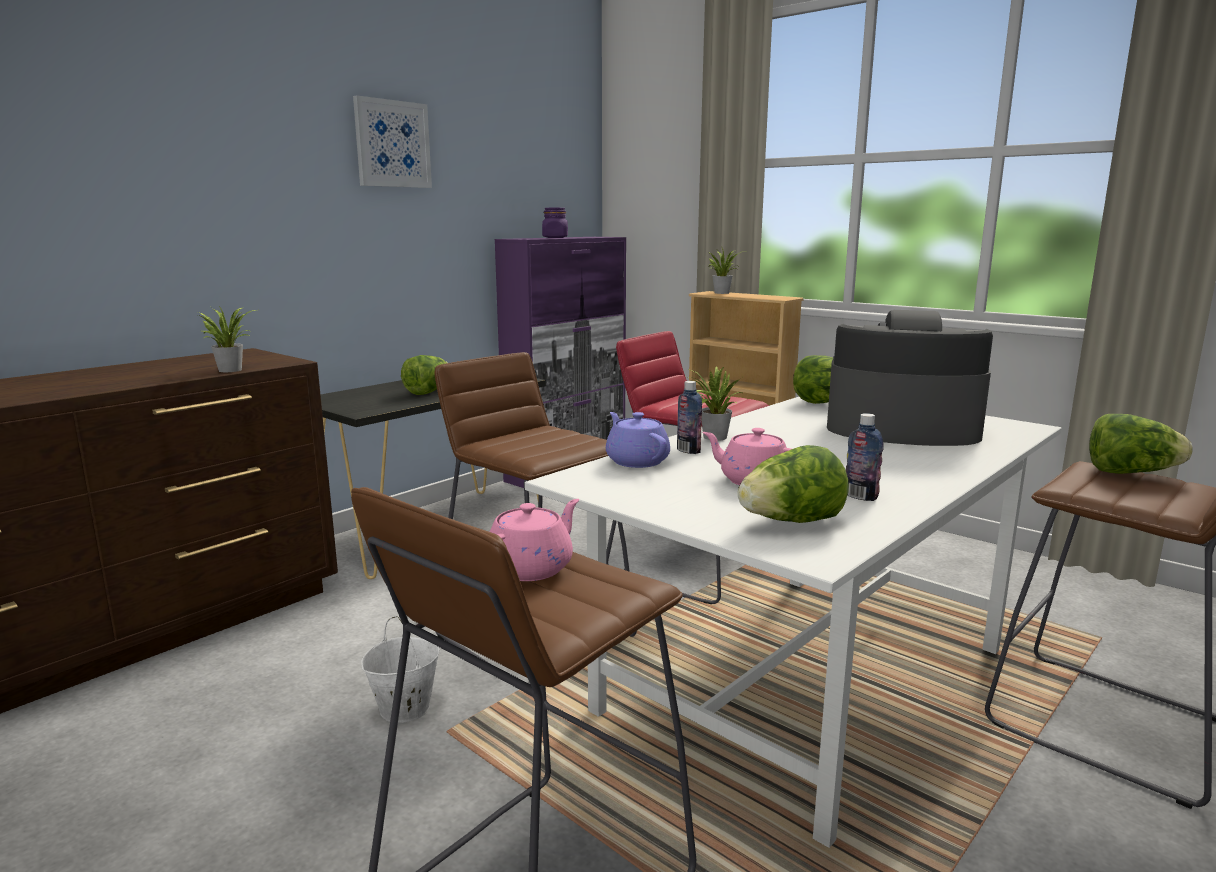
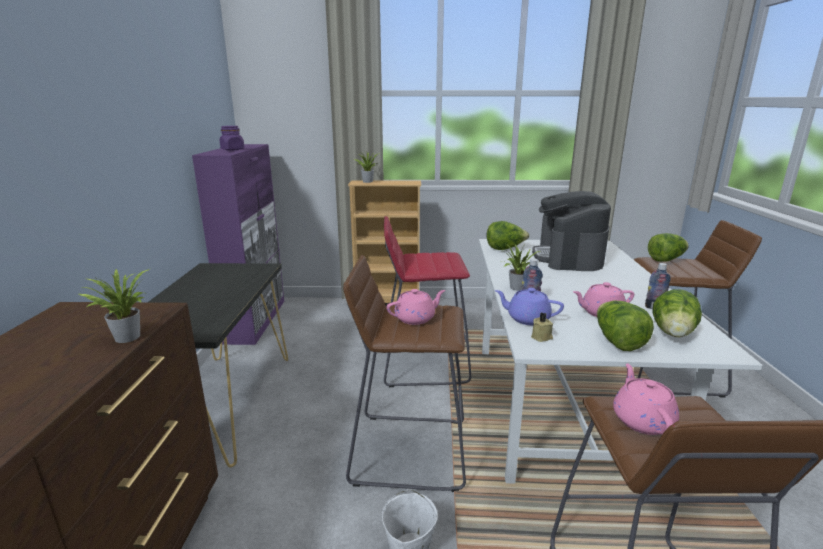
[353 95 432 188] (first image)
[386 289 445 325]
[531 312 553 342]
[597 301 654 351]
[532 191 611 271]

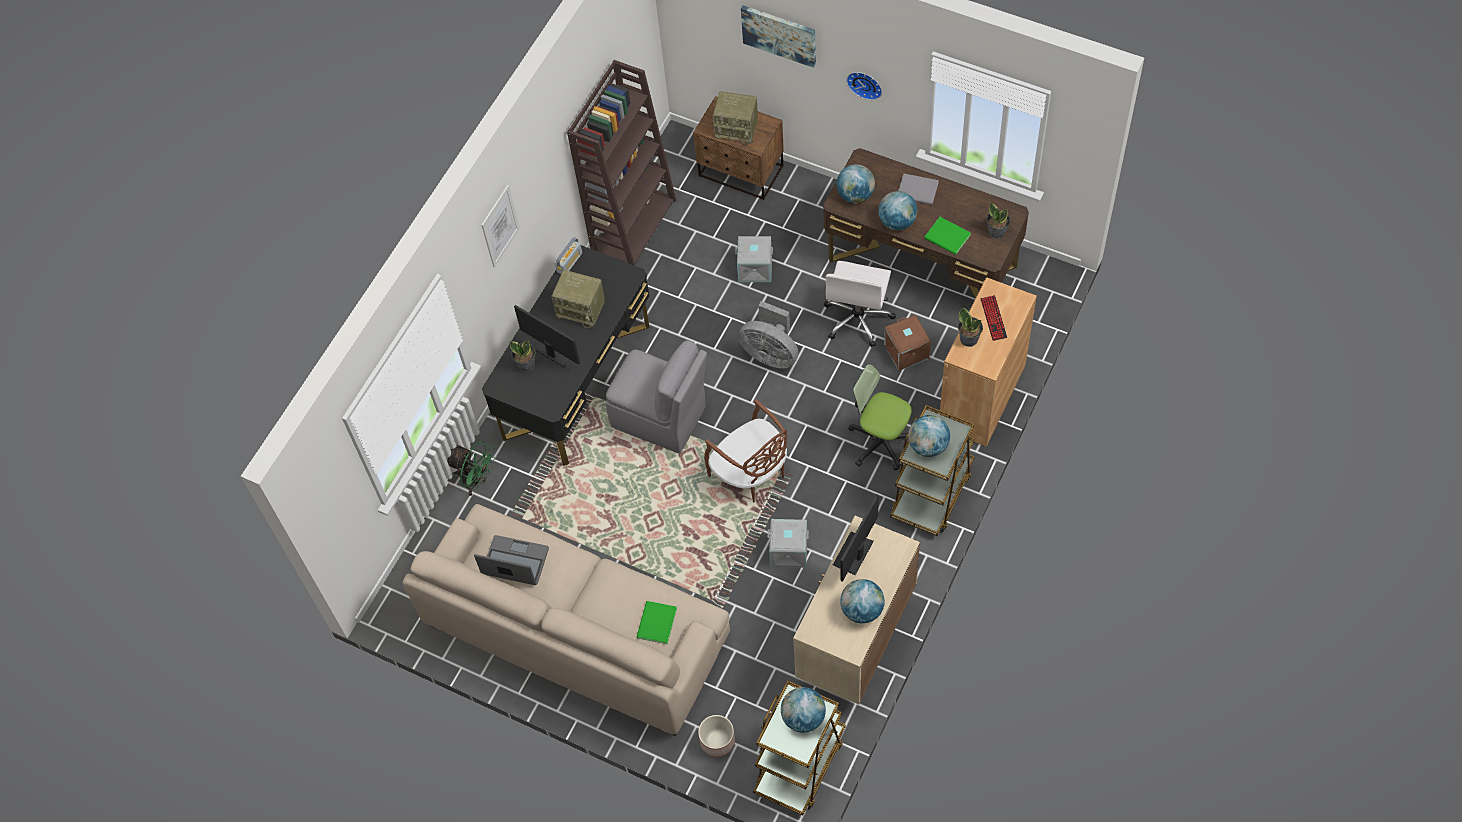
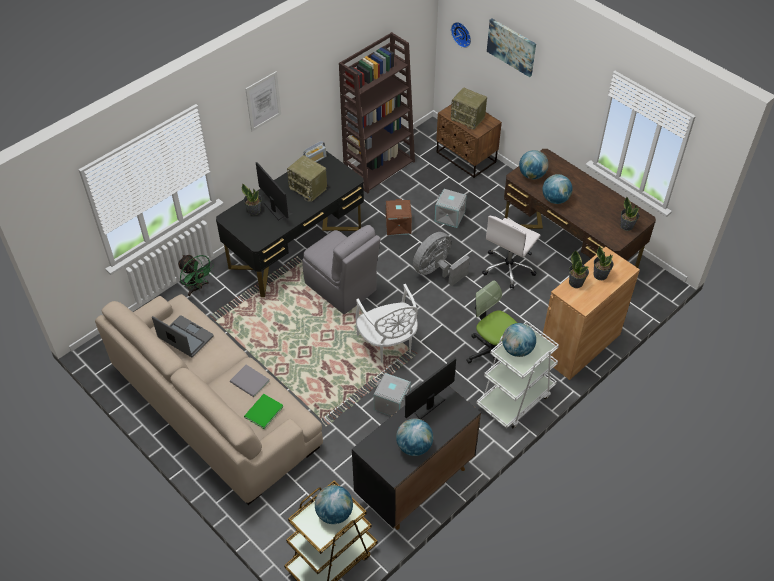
[698 715 735 757] (first image)
[924 217 971 255] (first image)
[451 22 471 48]
[386 199 412 235]
[230 365 269 397]
[594 246 614 280]
[355 284 418 363]
[352 386 481 530]
[476 321 559 429]
[413 232 470 286]

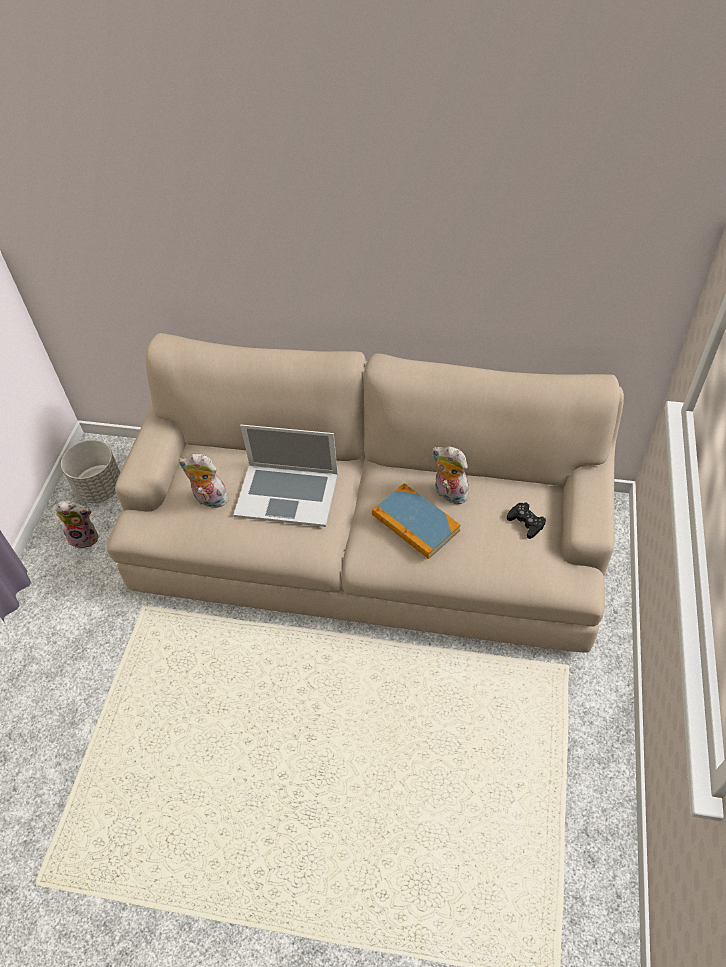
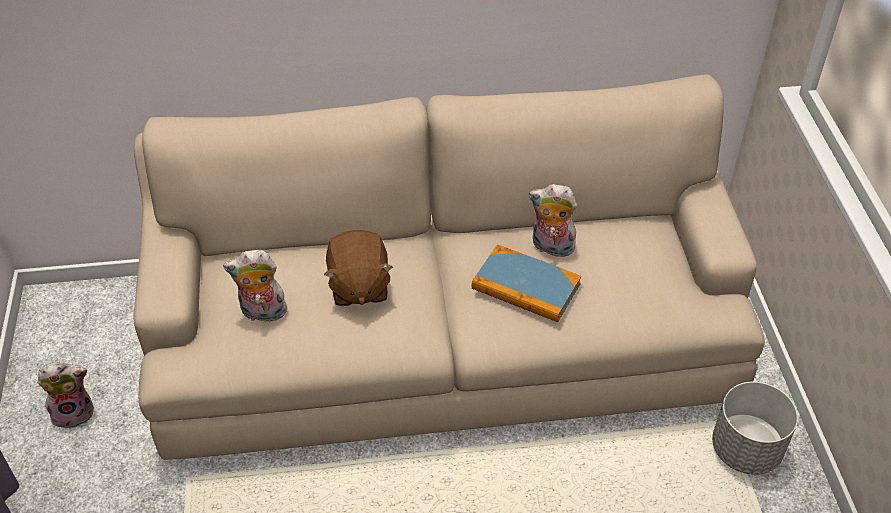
[507 502 546 539] (first image)
[712 382 798 475]
[324 230 393 306]

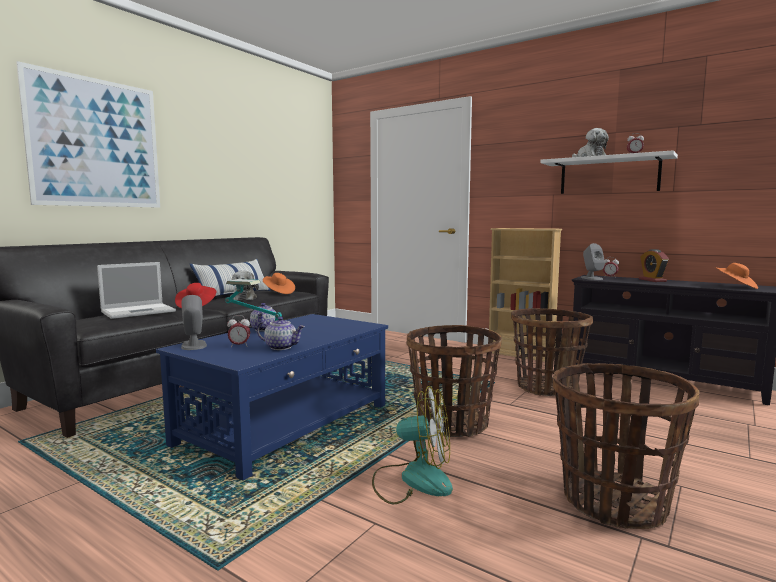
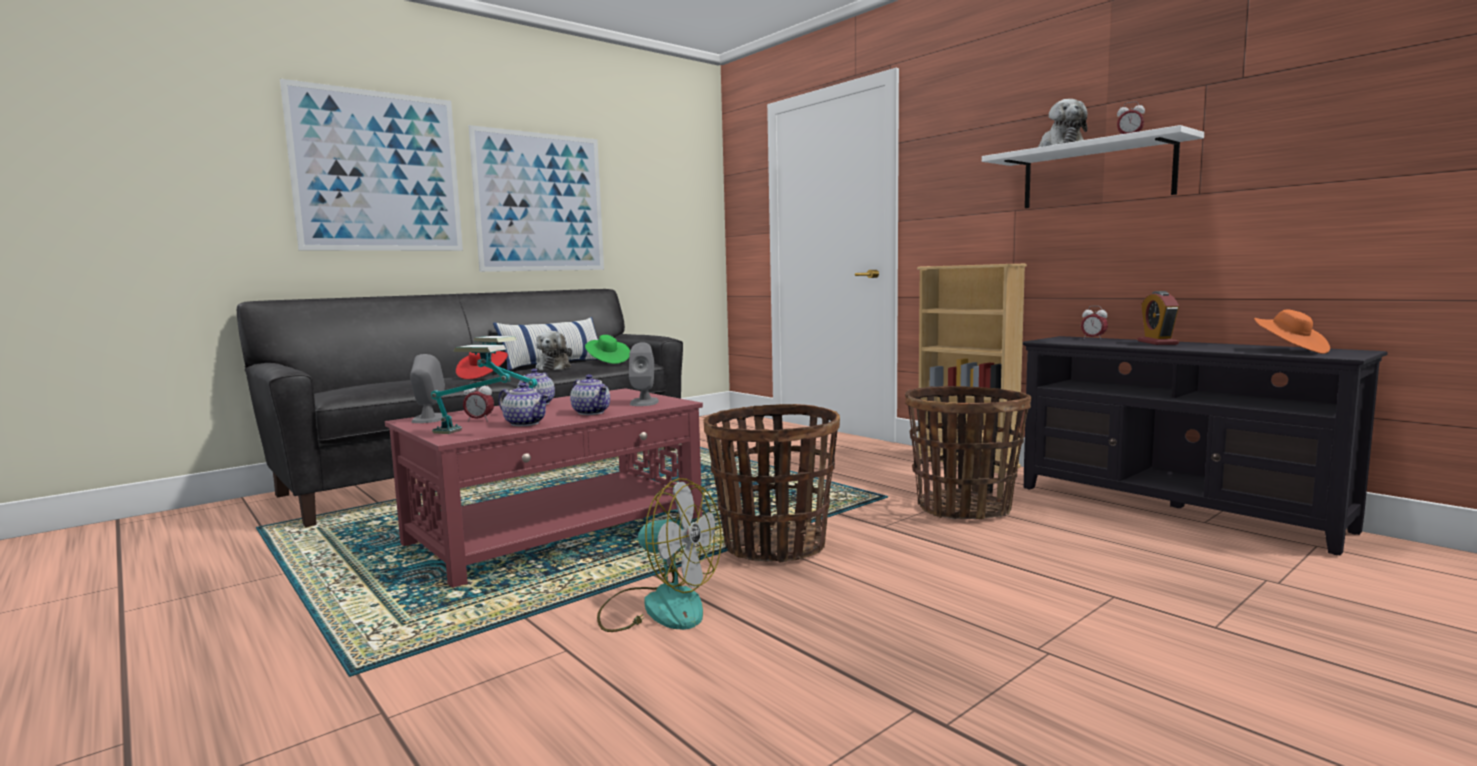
[97 262 176 319] (first image)
[553 363 699 529] (first image)
[431 345 511 434]
[469 125 604 272]
[570 374 610 415]
[629 342 659 406]
[385 388 703 588]
[585 335 630 364]

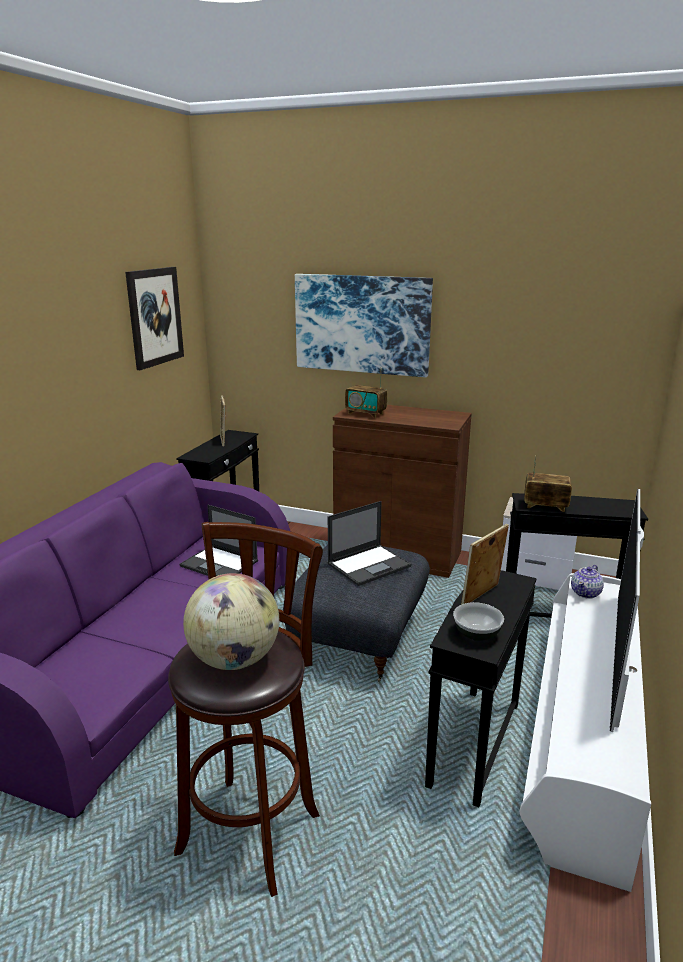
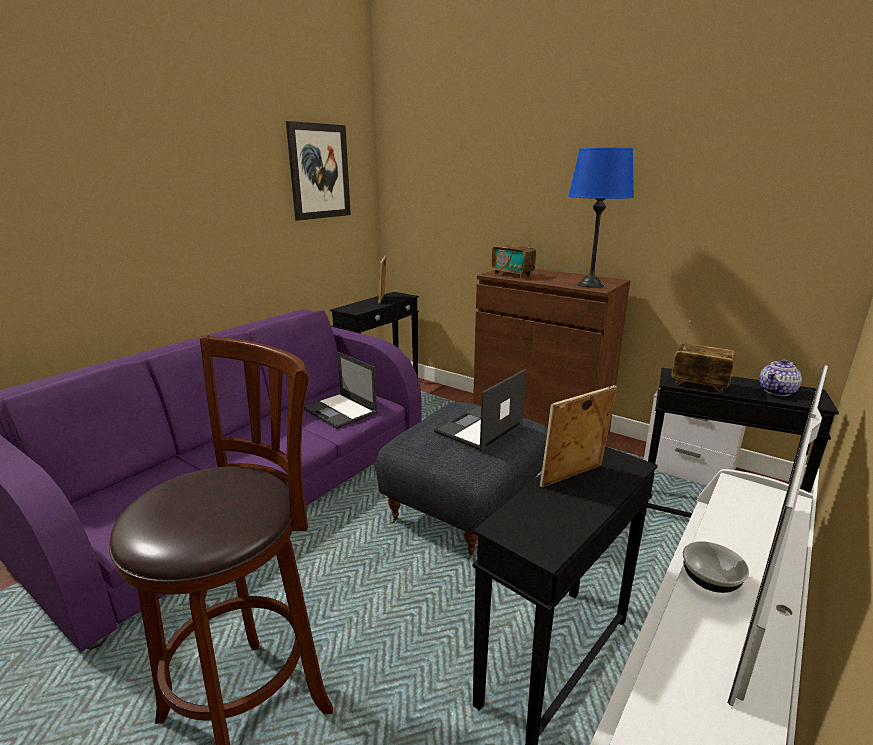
[183 573 279 670] (first image)
[295 274 433 377] (first image)
[568 148 634 288]
[683 541 749 593]
[759 359 802 396]
[434 369 526 451]

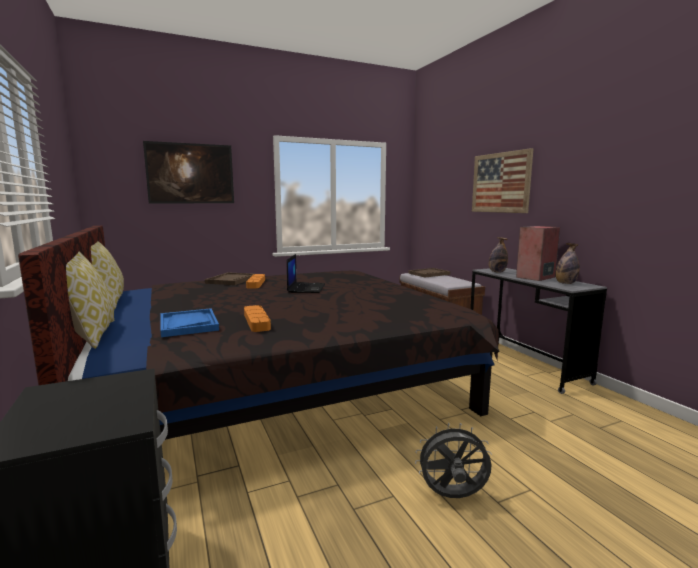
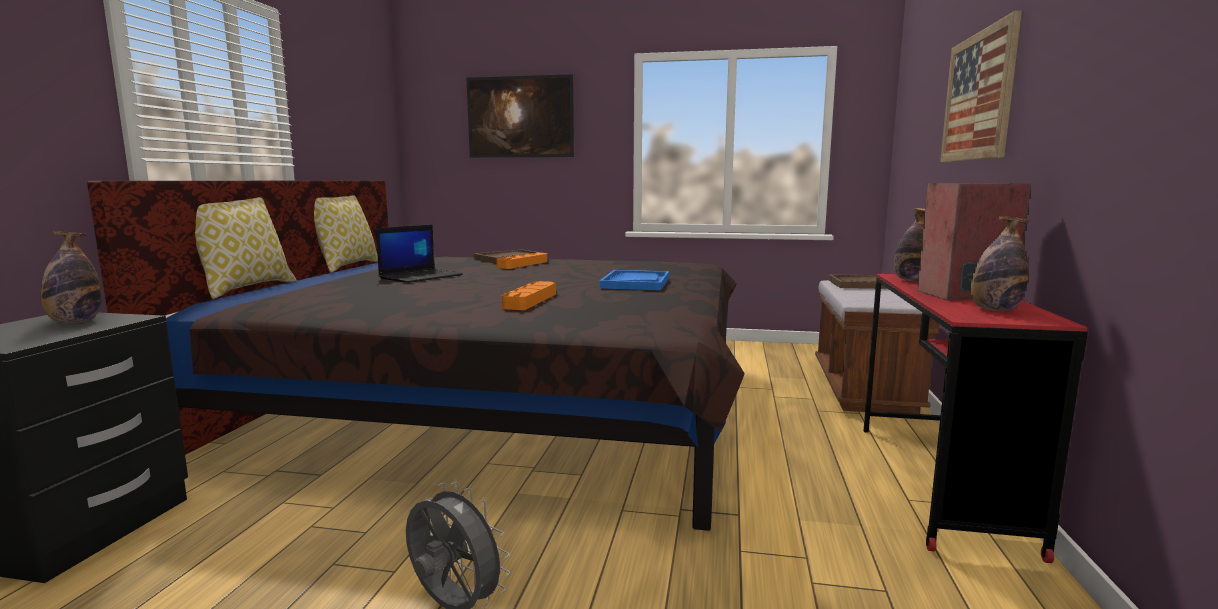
[41 231 102 323]
[599 270 669 290]
[502 281 556 310]
[376 225 463 283]
[864 274 1088 563]

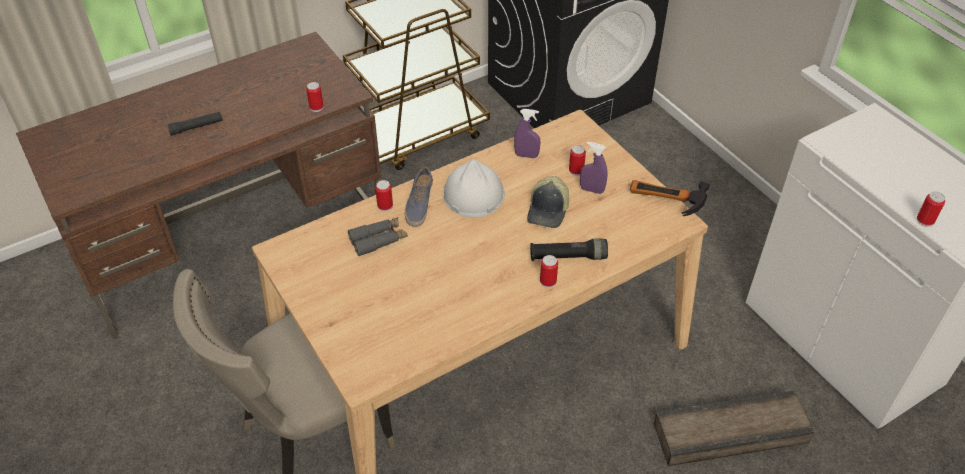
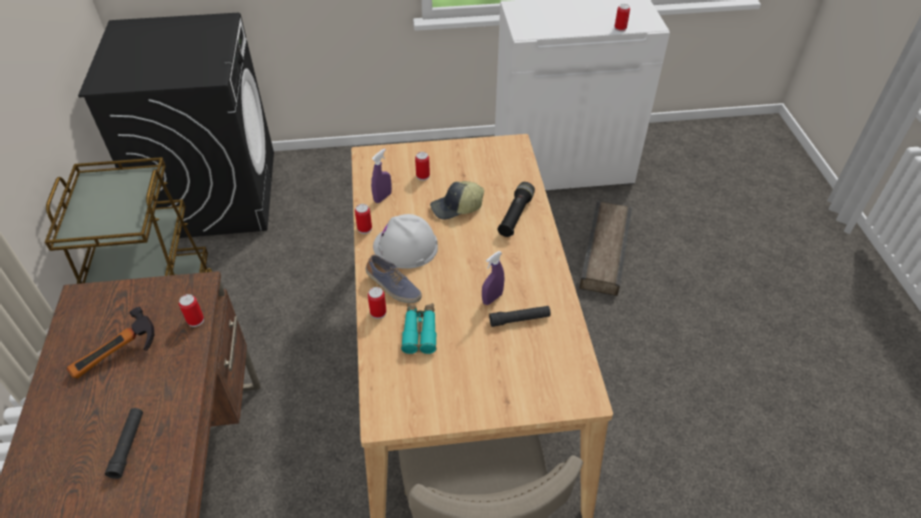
[489 306 551 327]
[355 204 372 234]
[482 251 504 305]
[67 307 154 378]
[401 303 437 354]
[430 181 484 220]

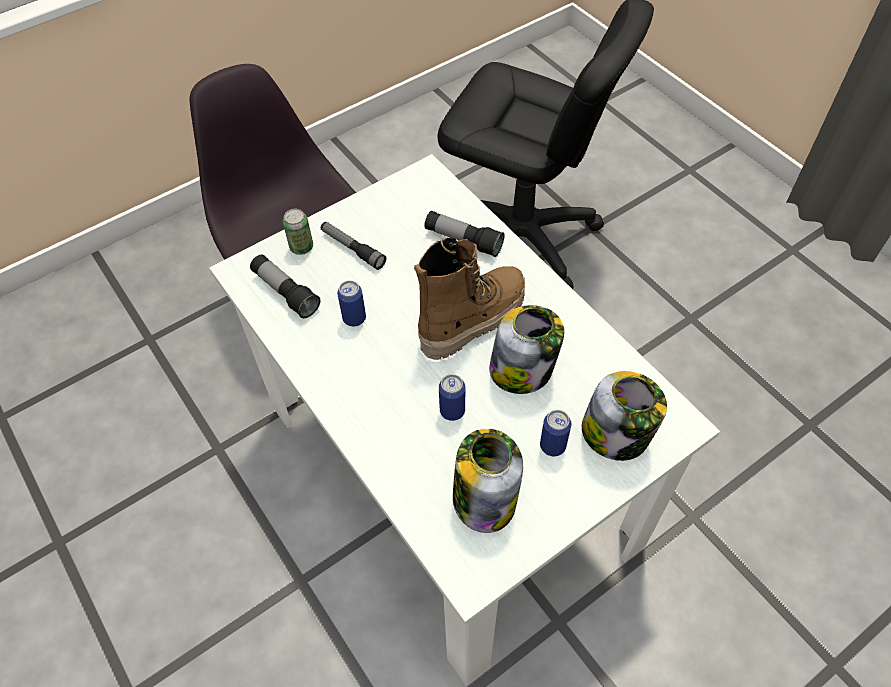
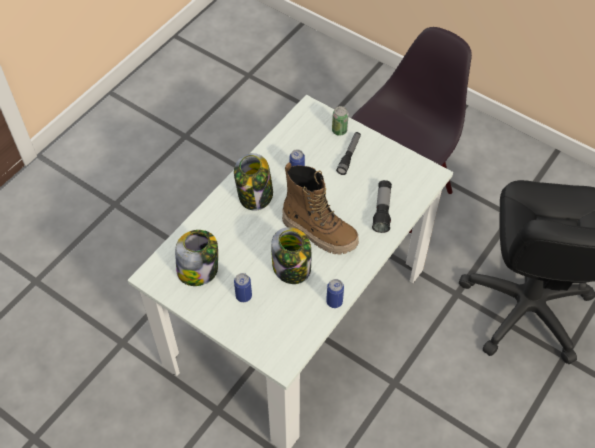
[250 255 320 318] (first image)
[326 279 344 308]
[234 153 273 211]

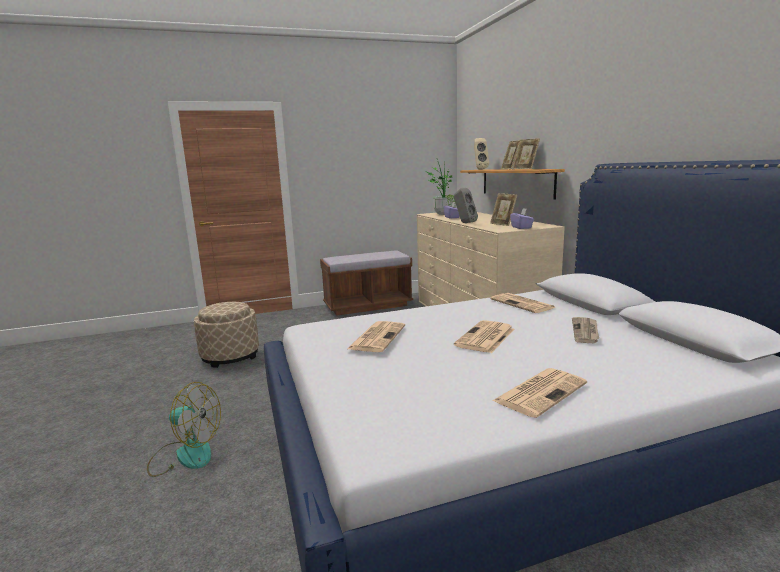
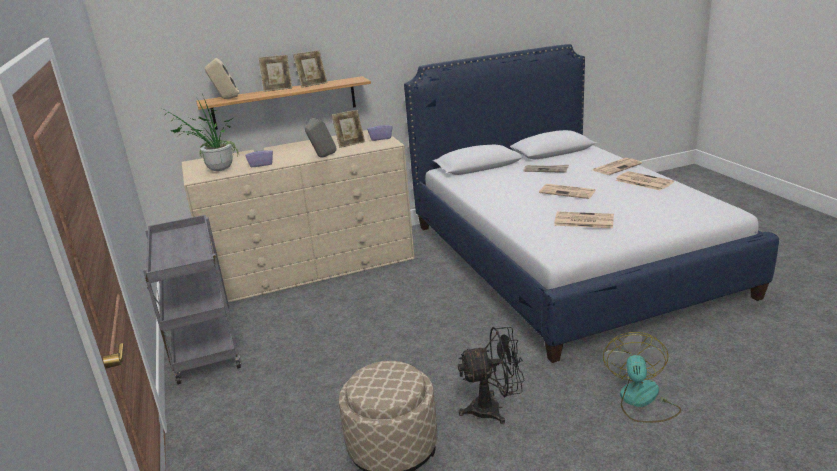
[458 327 525 424]
[593 158 642 175]
[143 215 241 384]

